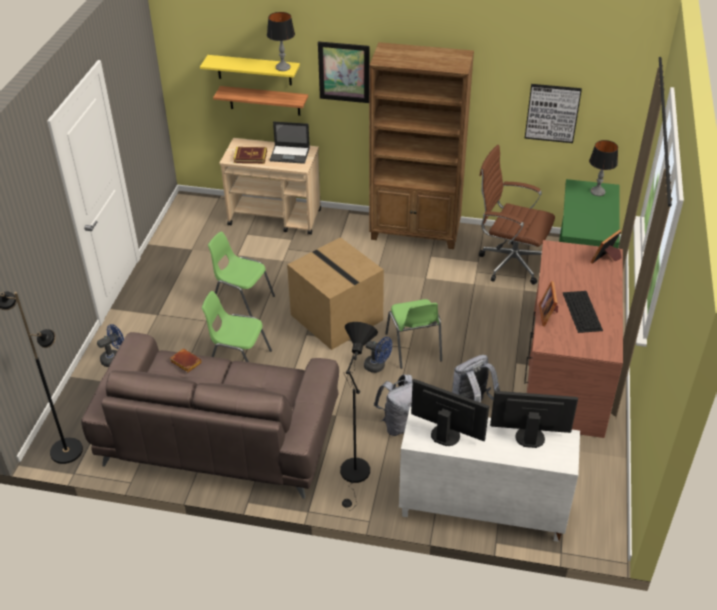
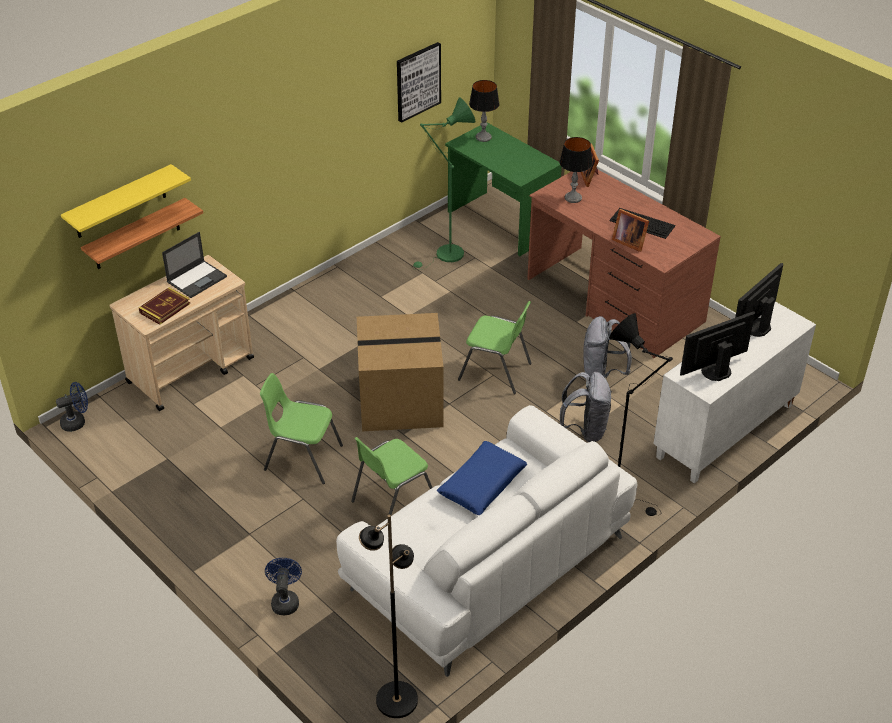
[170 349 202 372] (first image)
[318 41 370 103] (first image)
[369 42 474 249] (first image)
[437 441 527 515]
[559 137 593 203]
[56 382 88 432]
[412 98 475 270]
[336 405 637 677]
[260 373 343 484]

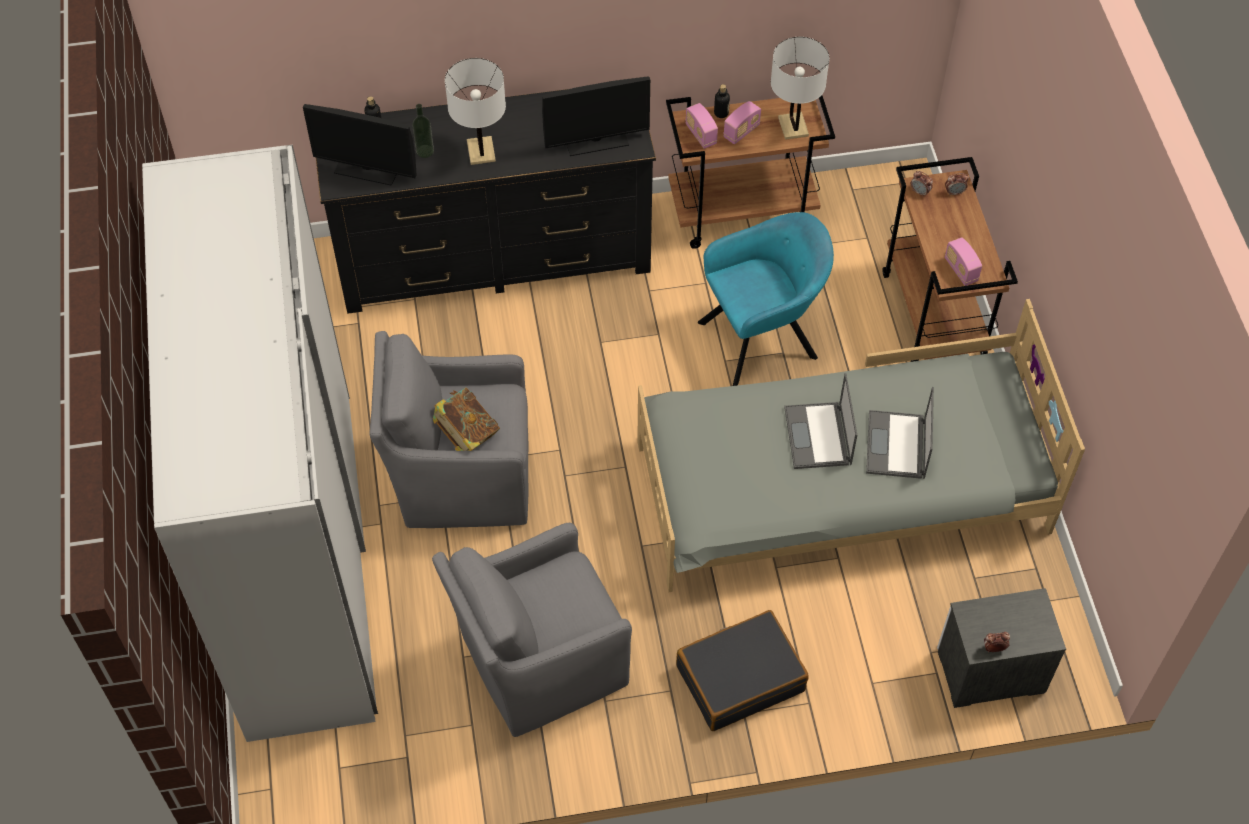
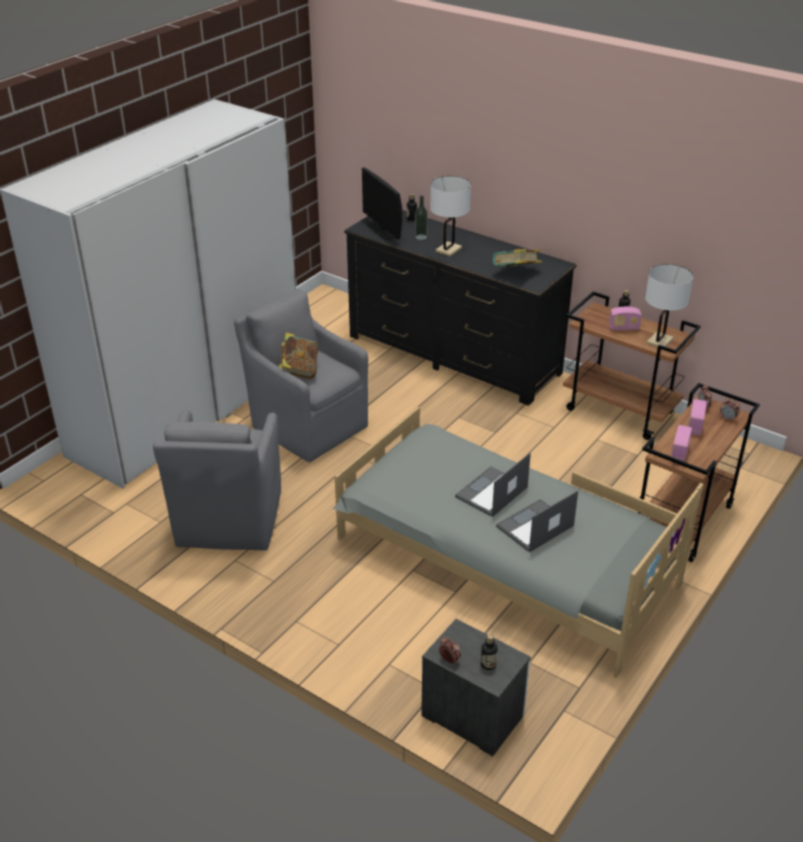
[676 610 809 731] (first image)
[698 212 834 386] (first image)
[481 634 498 670]
[688 399 707 436]
[493 249 542 267]
[153 410 281 551]

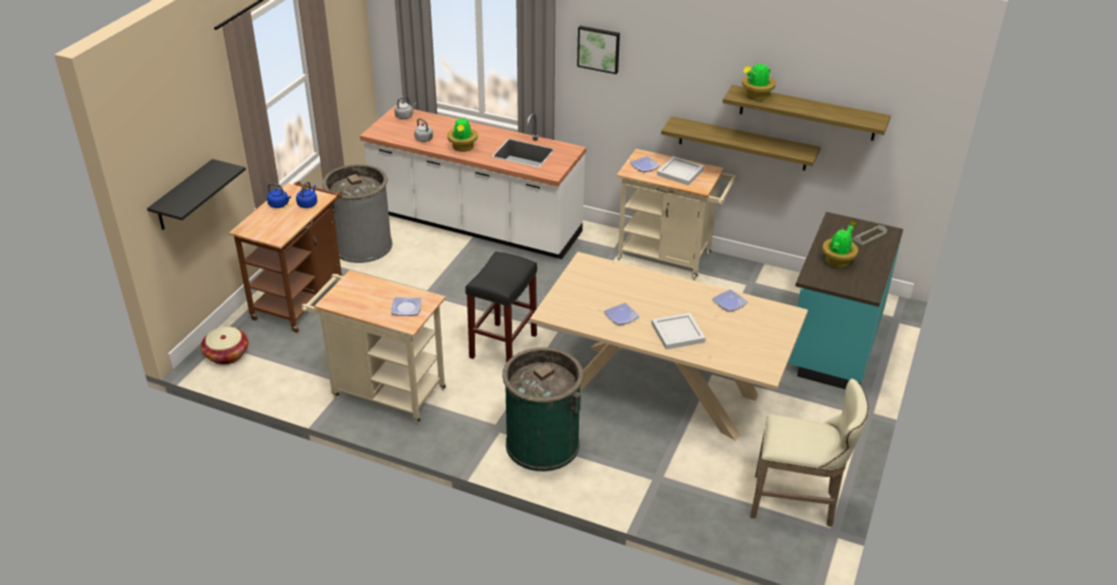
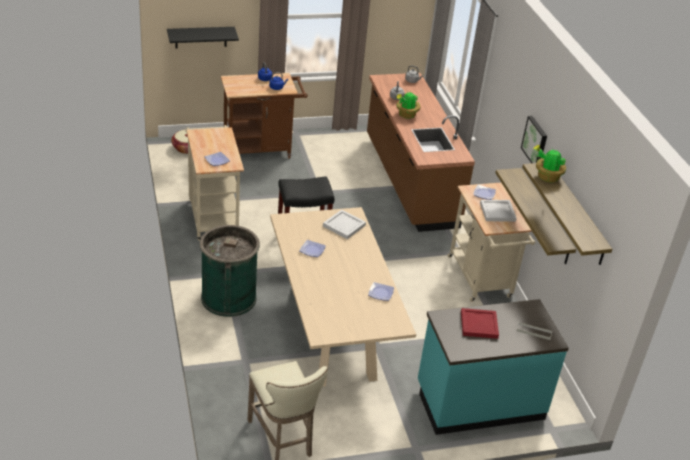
[322 164 392 263] (first image)
[521 116 547 163]
[323 210 366 239]
[461 308 499 339]
[367 73 475 232]

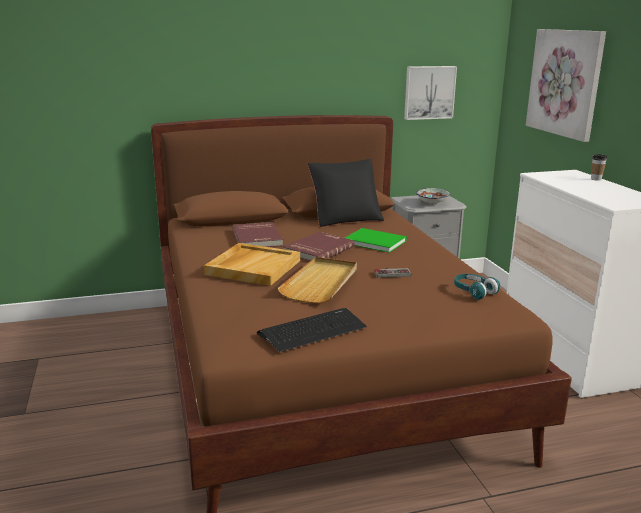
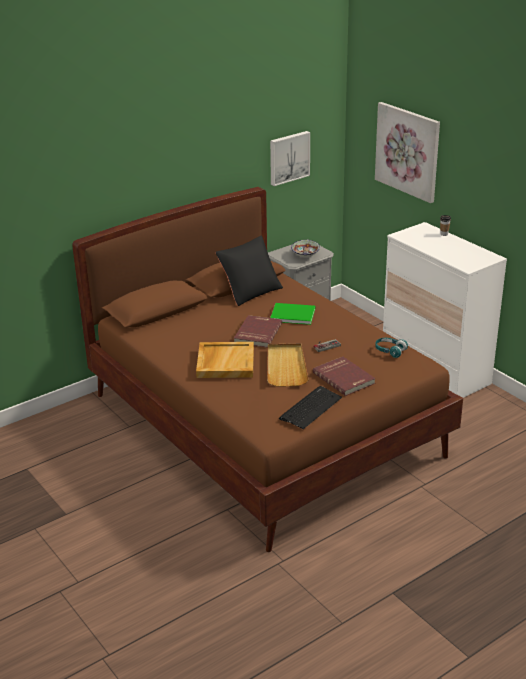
[313 357 376 396]

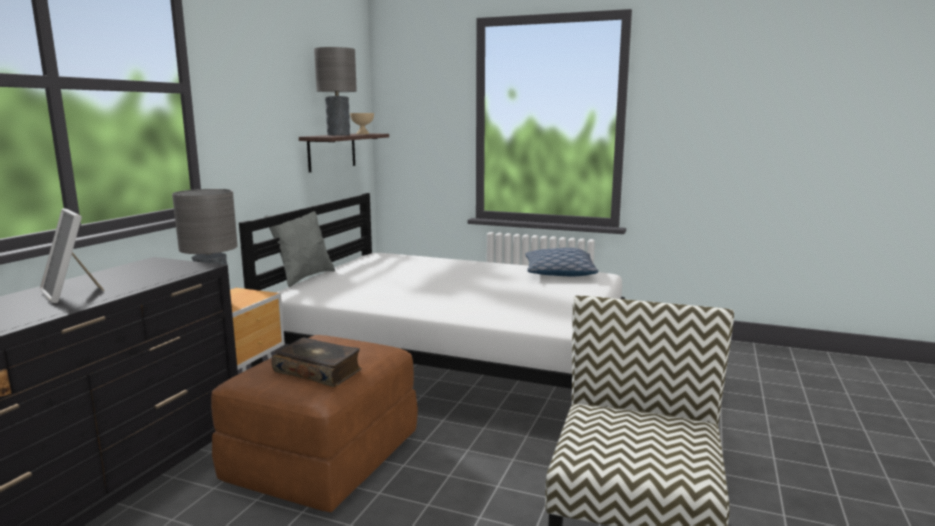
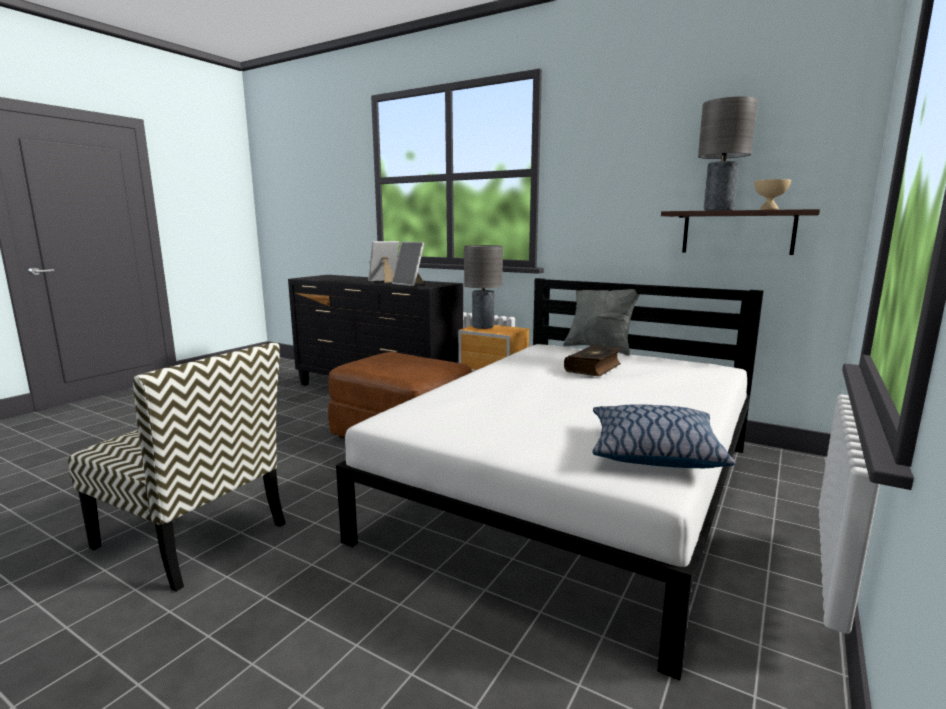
[392 242 424 286]
[564 345 622 376]

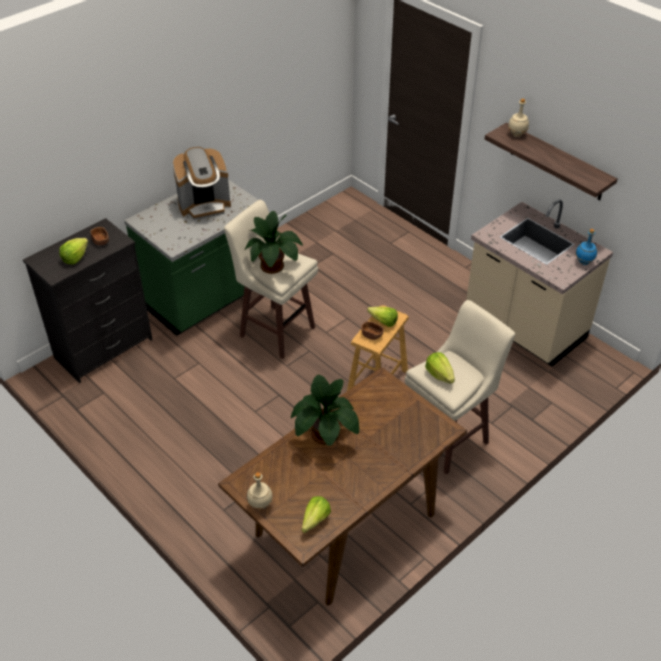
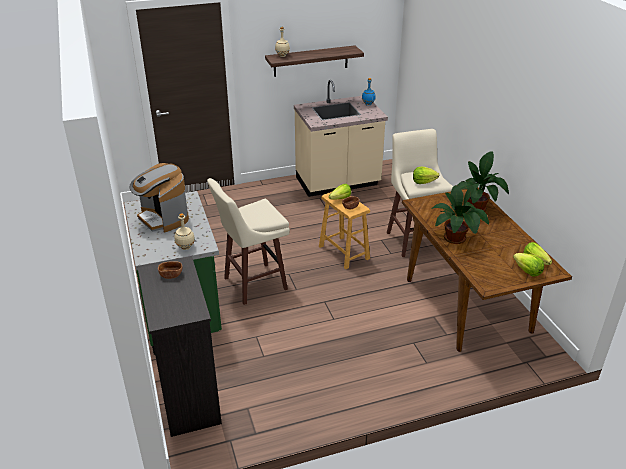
[513 253 544 276]
[457 151 509 212]
[174 213 195 250]
[130 163 189 232]

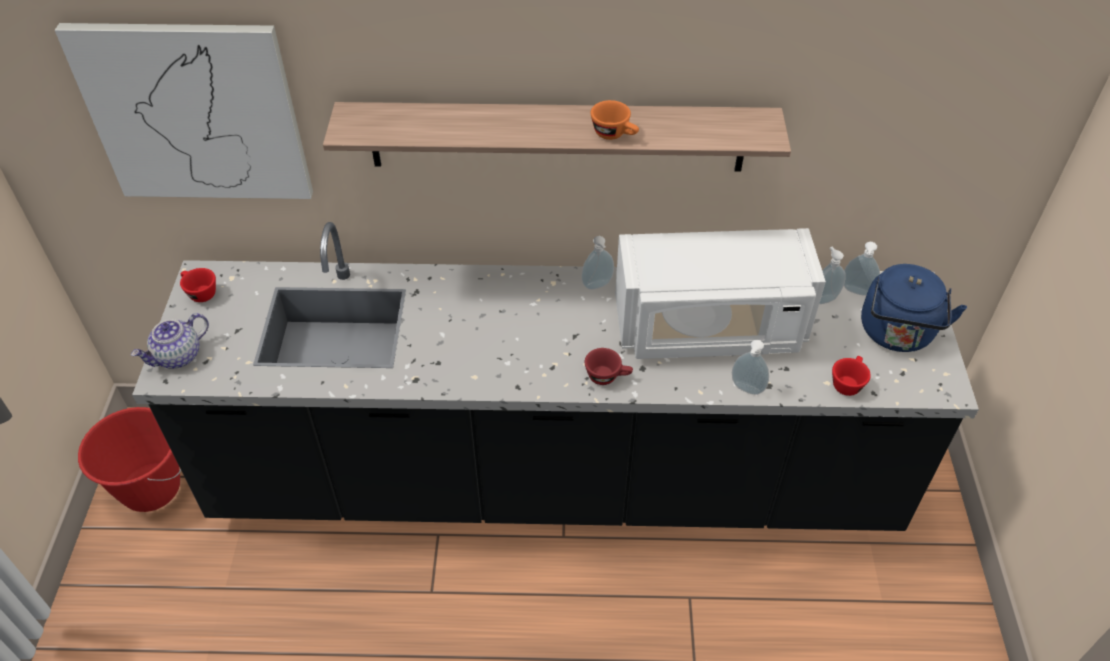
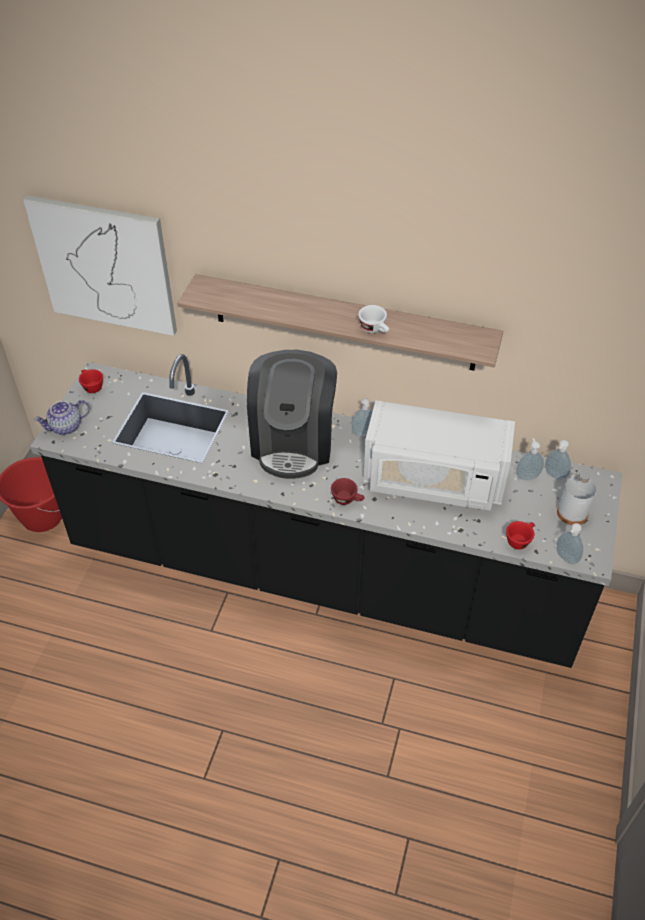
[247 350 337 479]
[556 523 583 564]
[557 472 596 525]
[358 305 389 333]

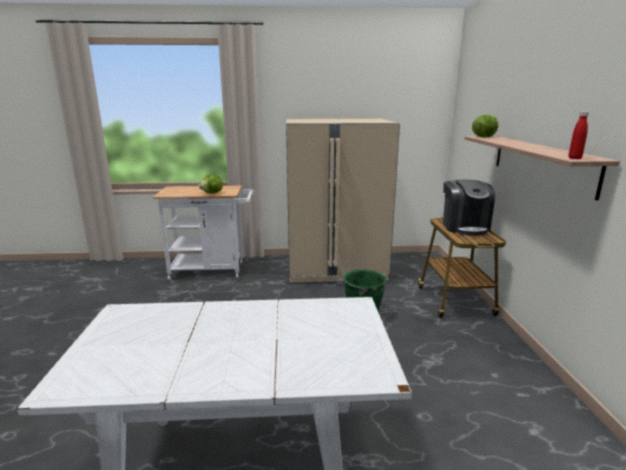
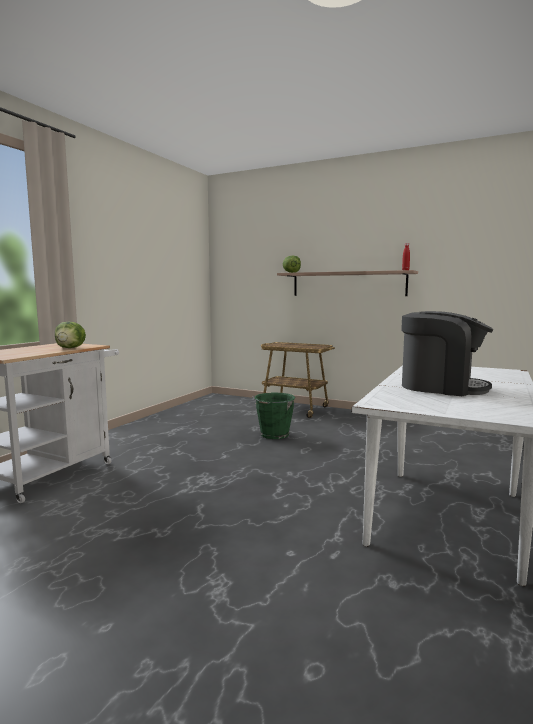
[286 119 400 283] (first image)
[401 311 494 396]

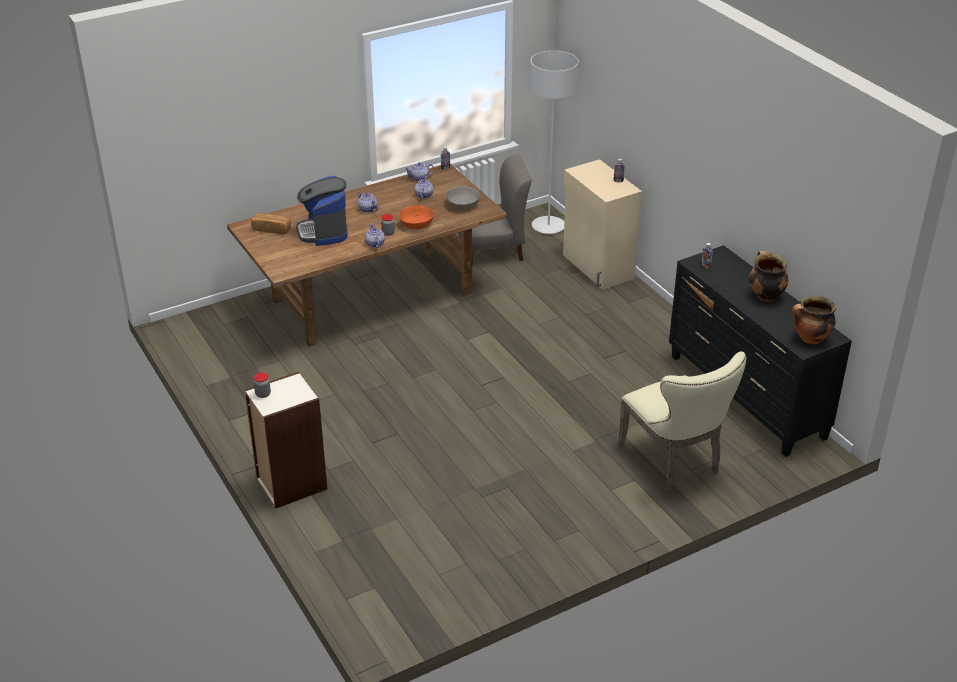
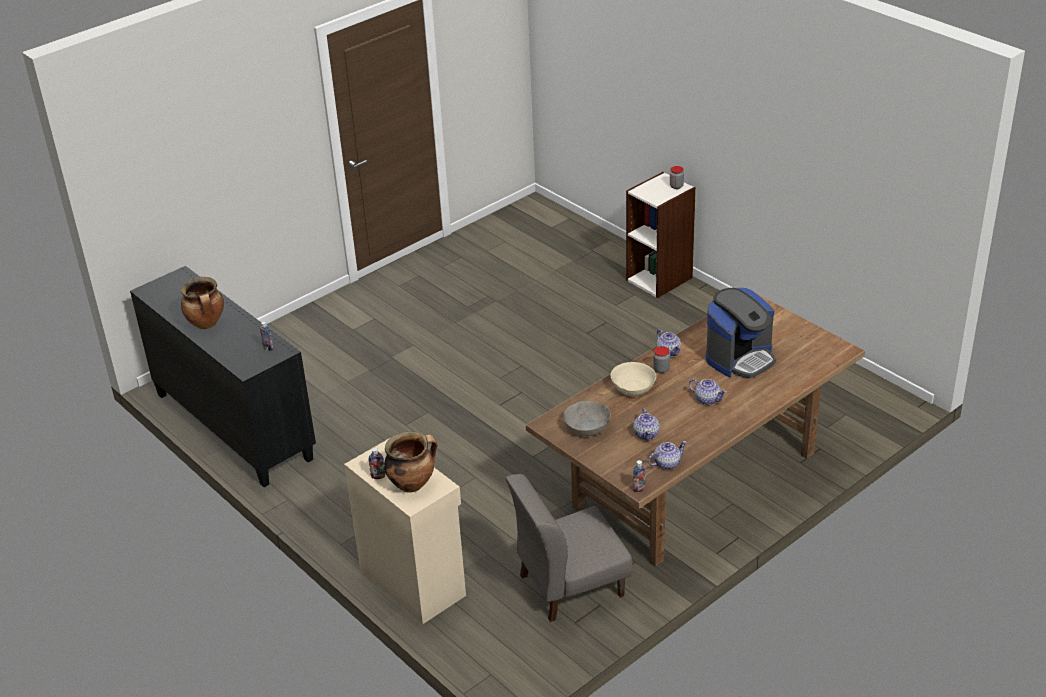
[251 213 291 234] (first image)
[530 51 579 234] (first image)
[618 351 746 491] (first image)
[384 432 437 492]
[611 362 656 396]
[706 288 776 378]

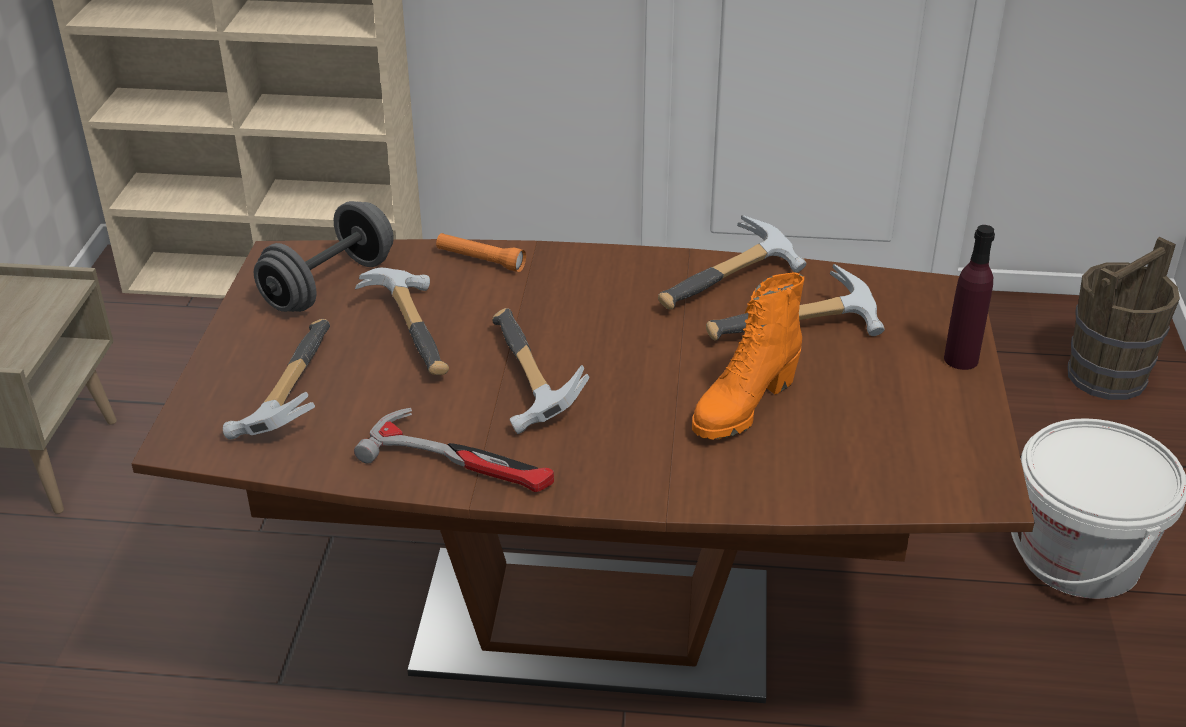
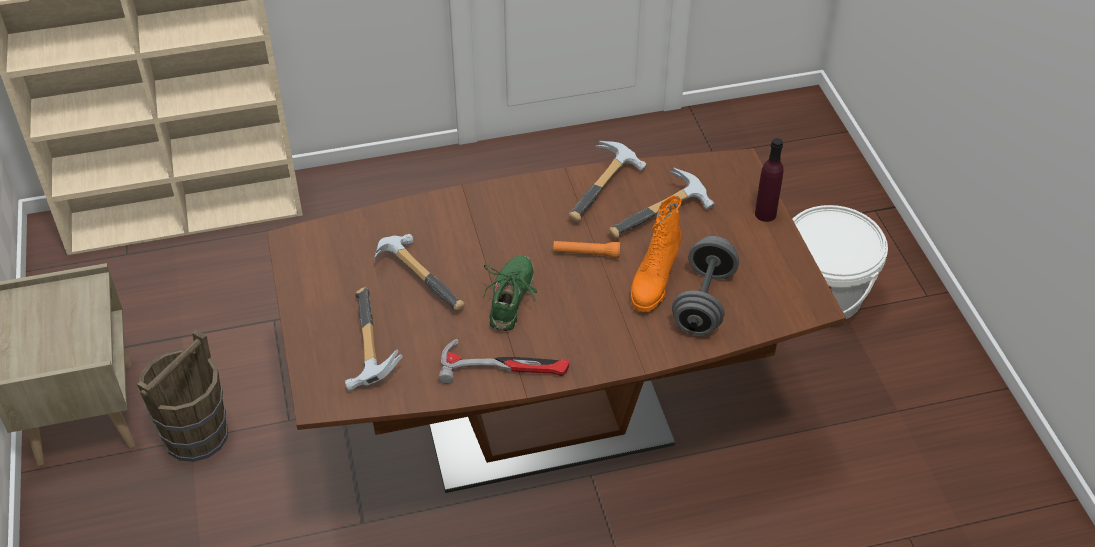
[672 236 739 335]
[553 241 620 258]
[137 330 228 462]
[482 255 538 331]

